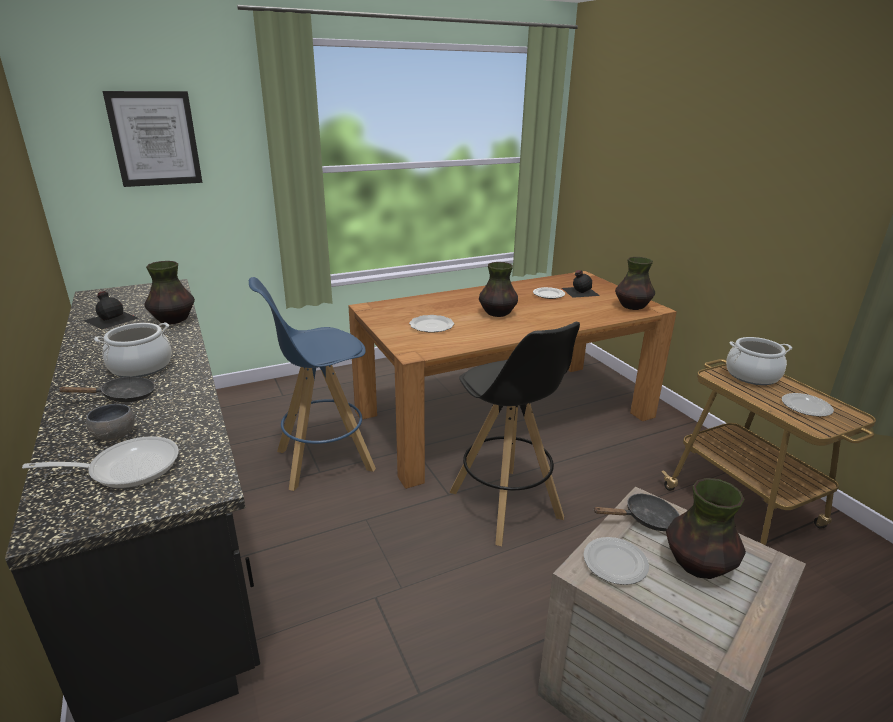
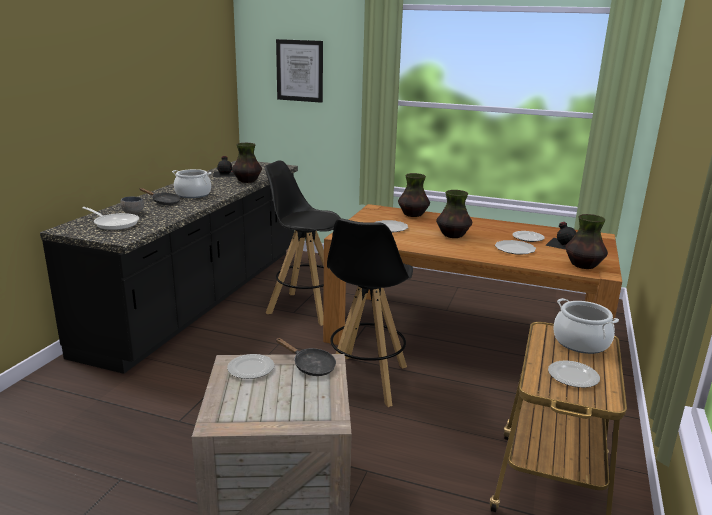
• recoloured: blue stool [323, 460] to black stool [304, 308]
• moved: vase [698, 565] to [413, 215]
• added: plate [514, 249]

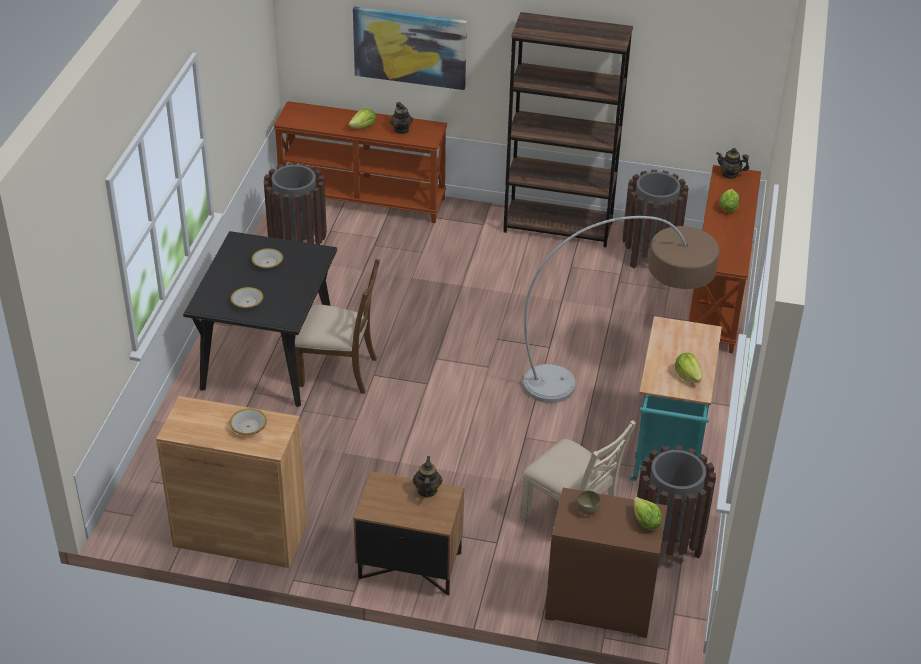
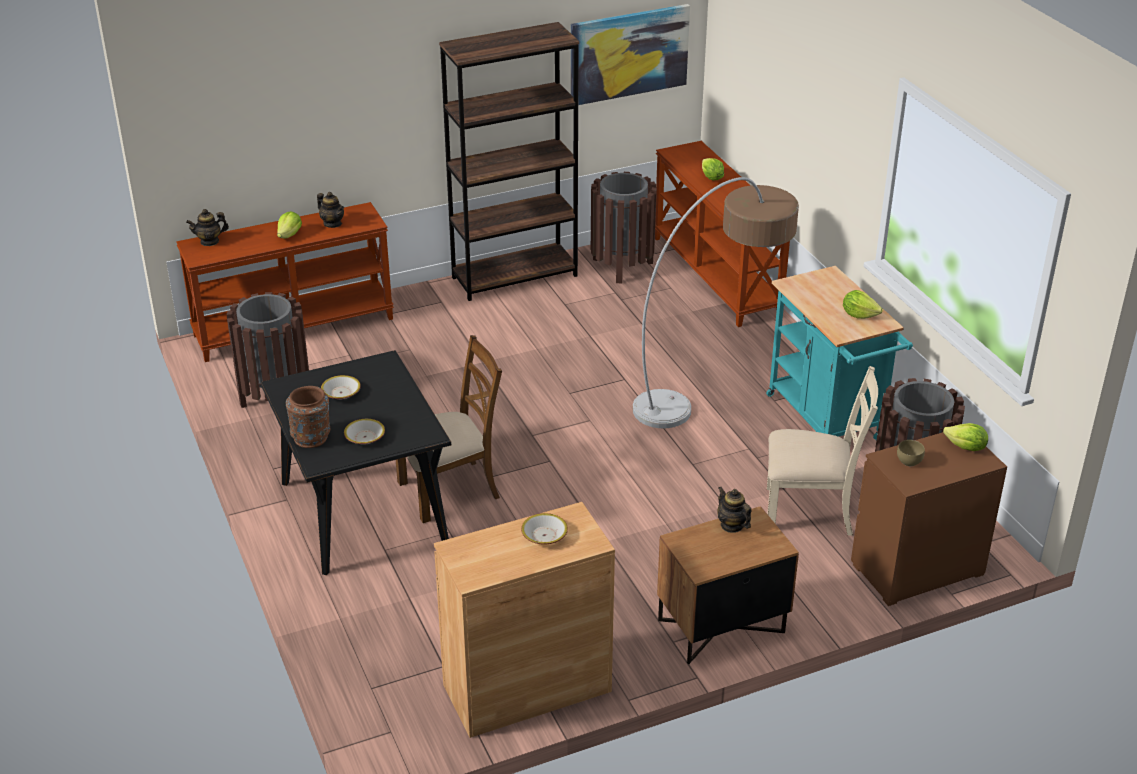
• moved: picture [410, 47] to [629, 54]
• moved: teapot [730, 174] to [209, 241]
• added: brown vase [311, 438]

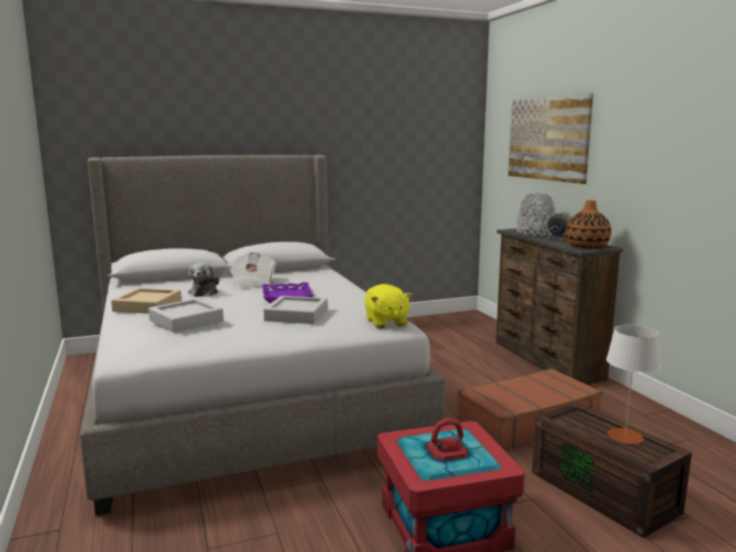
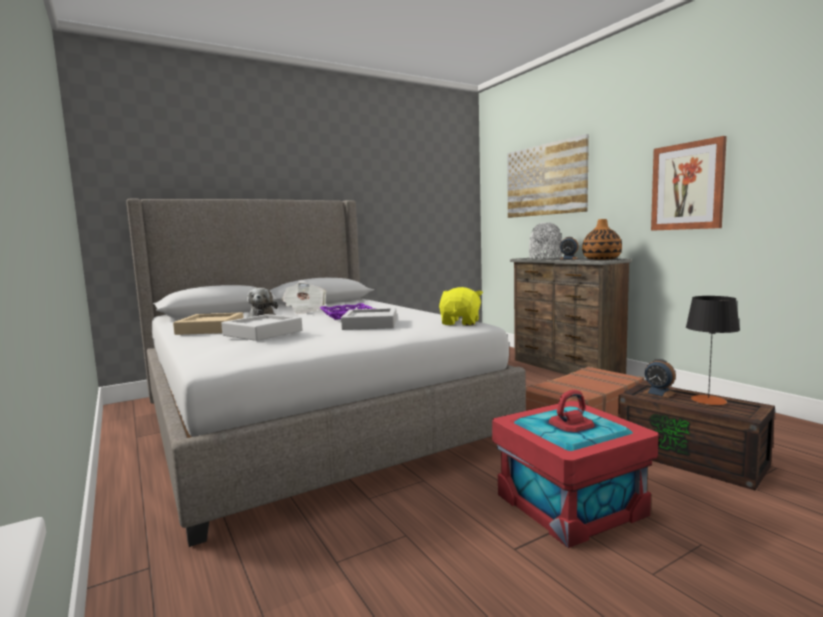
• turned: yellow plush toy [386, 322] = [461, 323] 135 degrees counterclockwise
• recoloured: white table lamp [625, 436] to black table lamp [708, 400]
• added: picture [687, 186]
• added: alarm clock [659, 393]

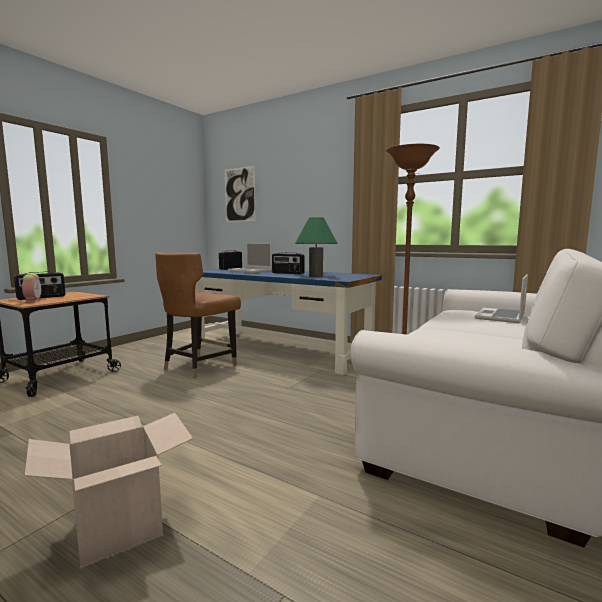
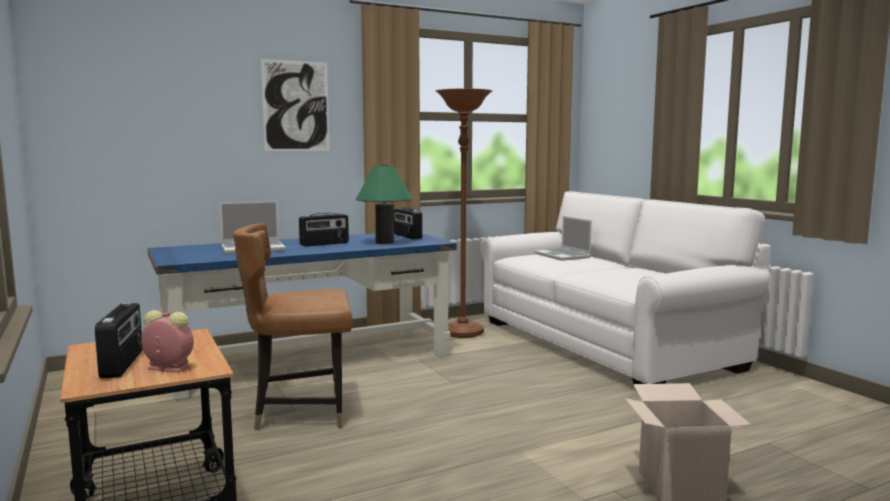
• moved: picture [239, 194] to [296, 106]
• moved: radio [230, 268] to [407, 236]
• turned: brown chair [199, 366] = [300, 411] 105 degrees clockwise

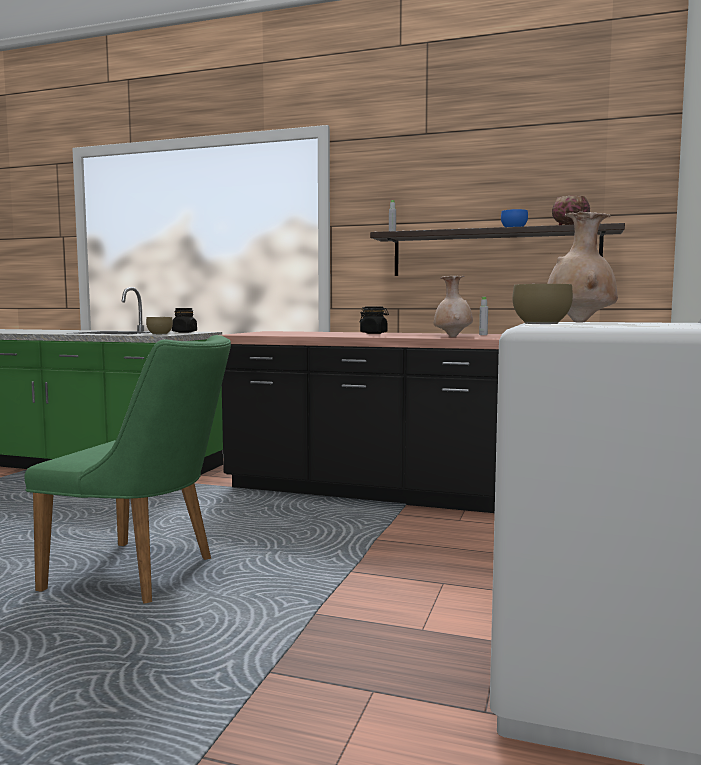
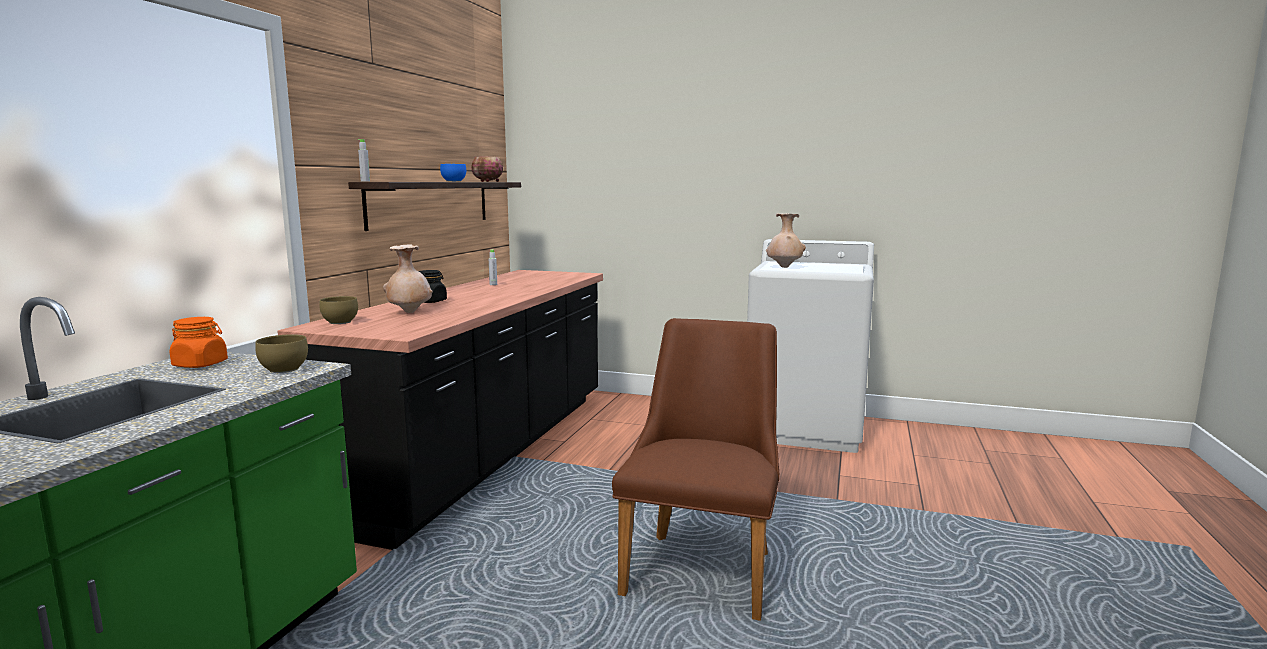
• moved: beige vase [452, 336] to [409, 312]
• moved: brown bowl [540, 324] to [341, 322]
• recoloured: black jar [184, 332] to orange jar [200, 364]
• recoloured: green chair [145, 575] to brown chair [704, 566]

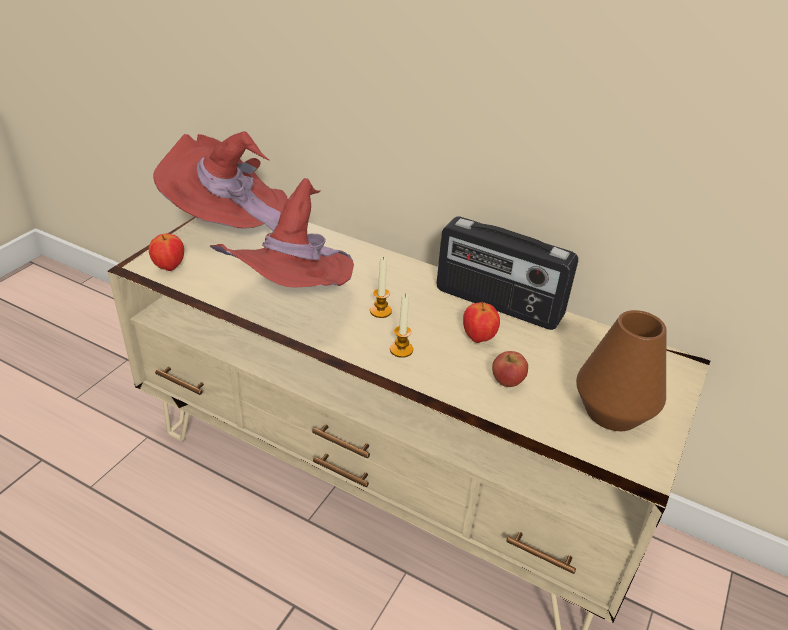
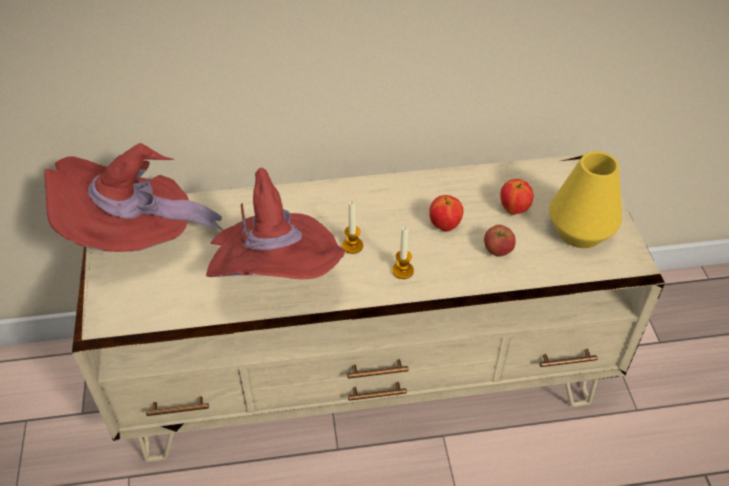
• removed: radio [497, 304]
• moved: apple [169, 267] to [513, 209]
• recoloured: brown vase [613, 411] to yellow vase [580, 232]

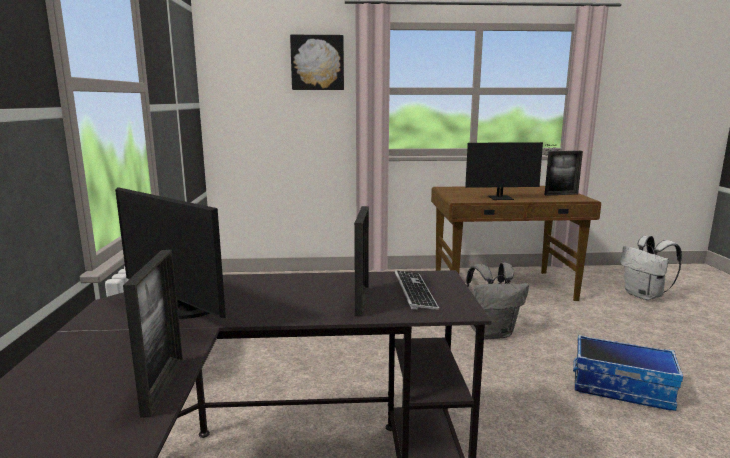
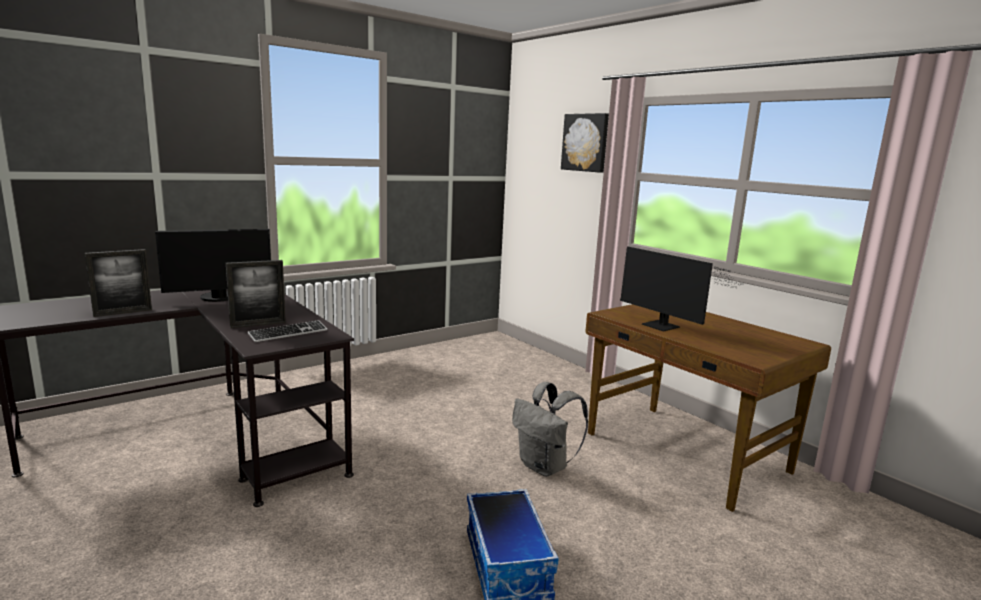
• removed: picture frame [561, 194]
• turned: monitor [185, 309] = [219, 298] 120 degrees counterclockwise
• removed: white backpack [645, 296]

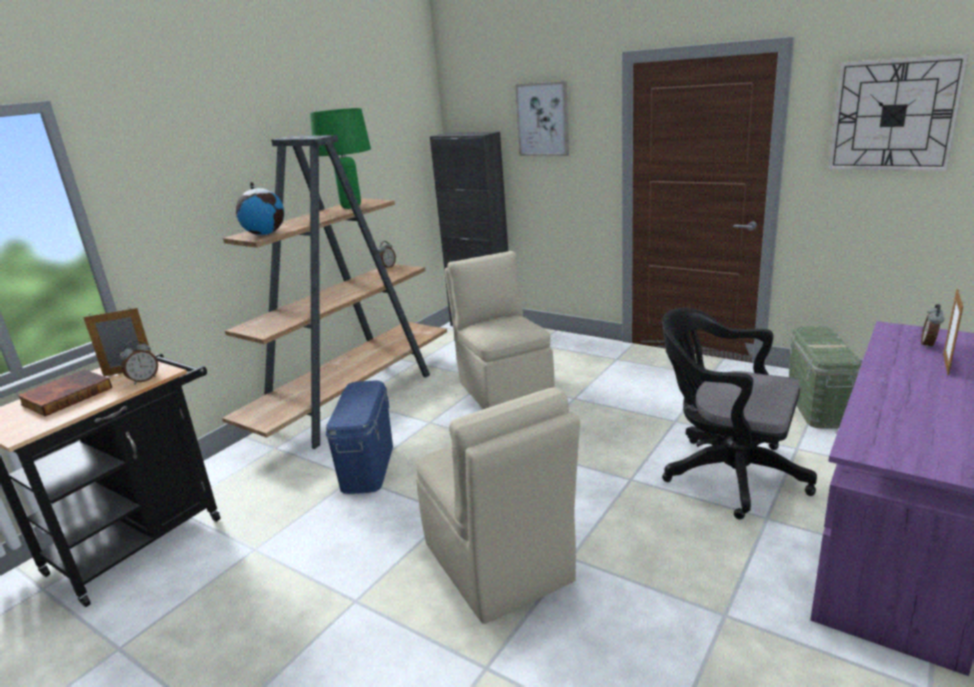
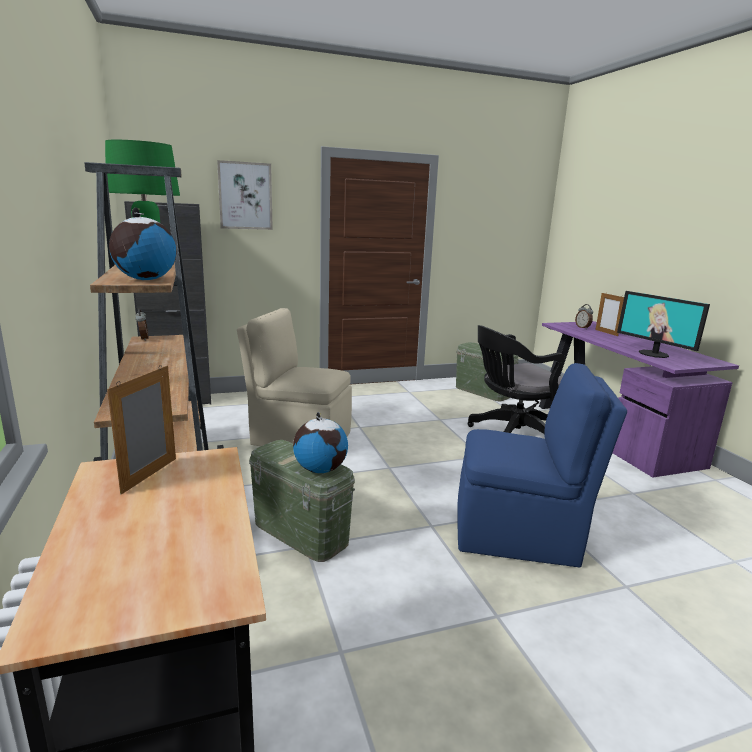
• removed: wall clock [893, 115]
• removed: alarm clock [144, 380]
• removed: book [67, 395]
• recoloured: blue storage box [367, 466] to green storage box [300, 532]
• recoloured: beige chair [499, 565] to blue chair [519, 534]
• added: monitor [654, 354]
• added: globe [320, 469]

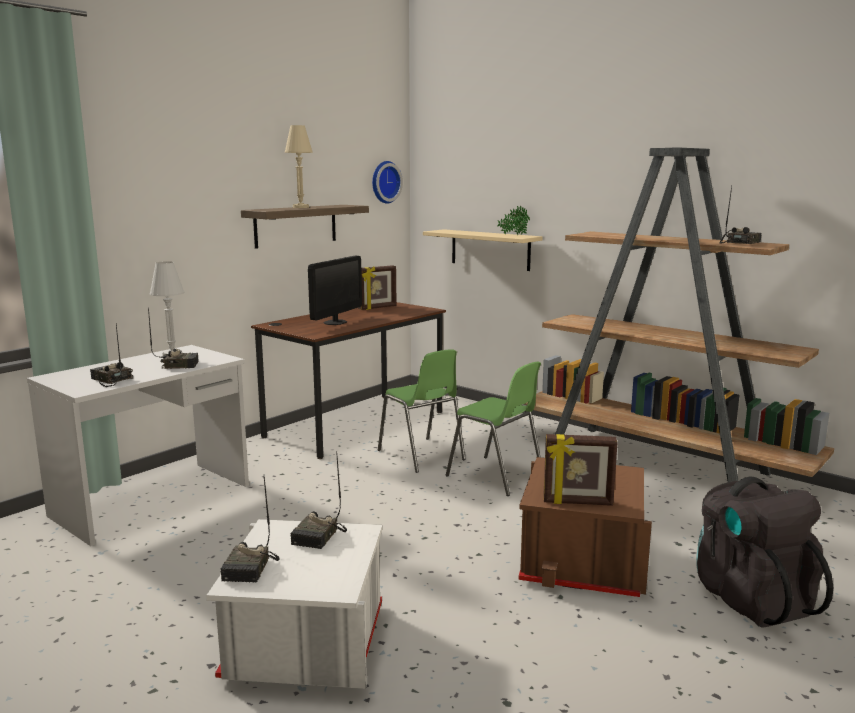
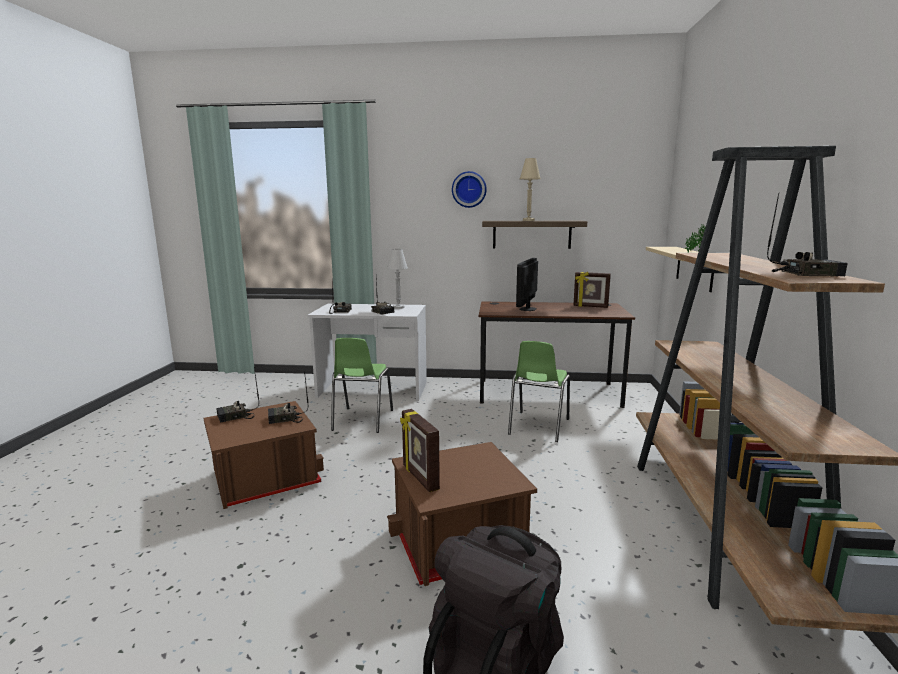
• moved: wall clock [384, 182] to [469, 189]
• turned: monitor [335, 322] = [527, 309] 120 degrees clockwise
• moved: green chair [496, 476] to [362, 420]
• recoloured: white storage box [303, 644] to brown storage box [264, 478]

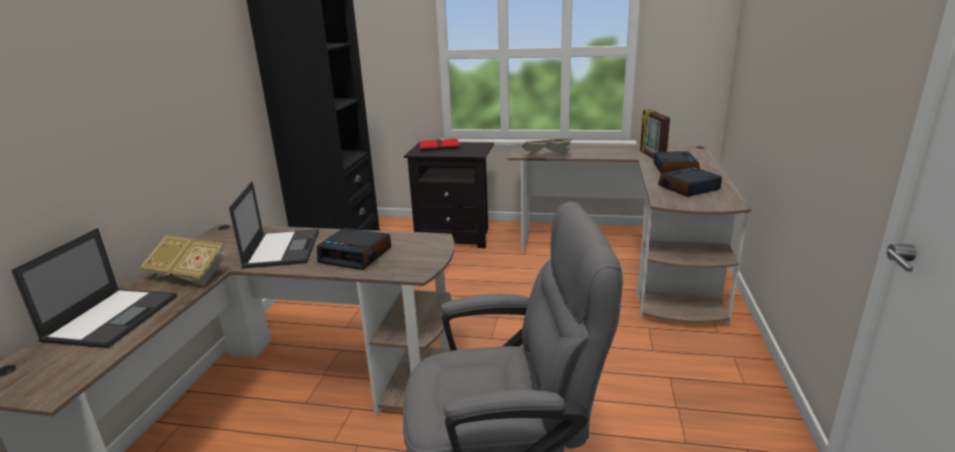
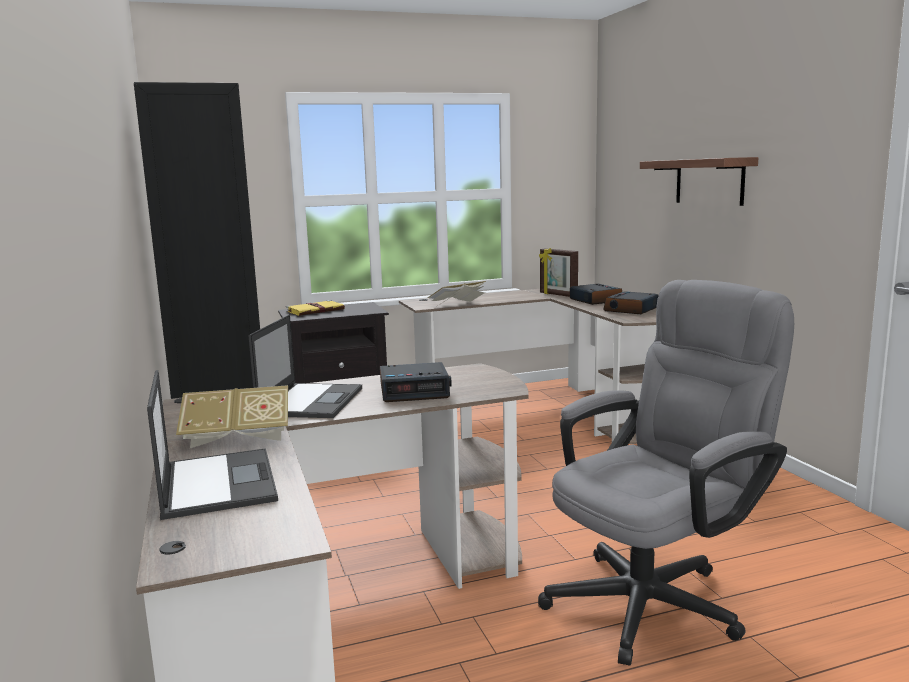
• recoloured: red book [440, 147] to yellow book [316, 310]
• turned: laptop [282, 248] = [311, 401] 45 degrees clockwise
• added: shelf [709, 181]

